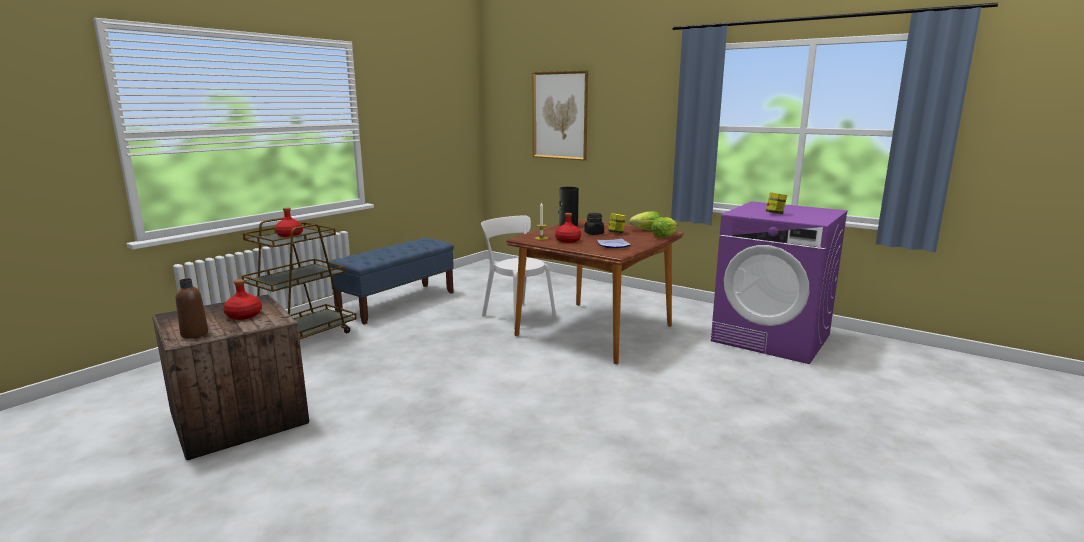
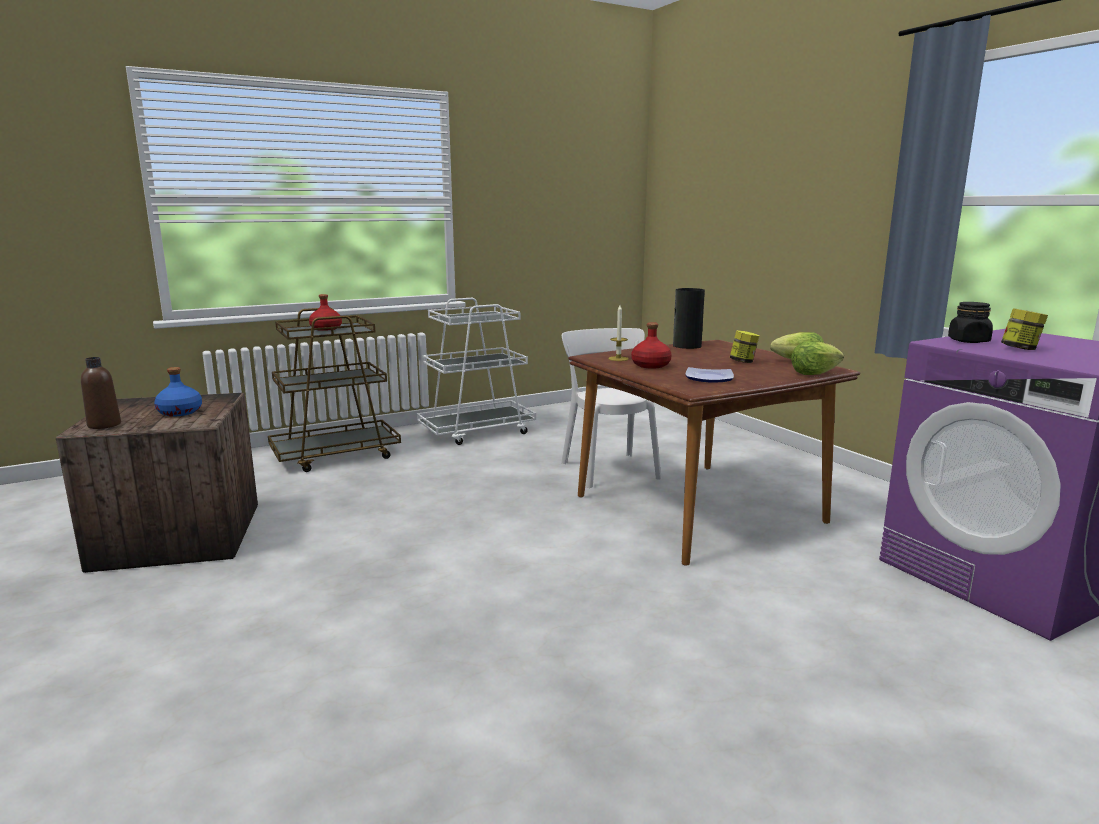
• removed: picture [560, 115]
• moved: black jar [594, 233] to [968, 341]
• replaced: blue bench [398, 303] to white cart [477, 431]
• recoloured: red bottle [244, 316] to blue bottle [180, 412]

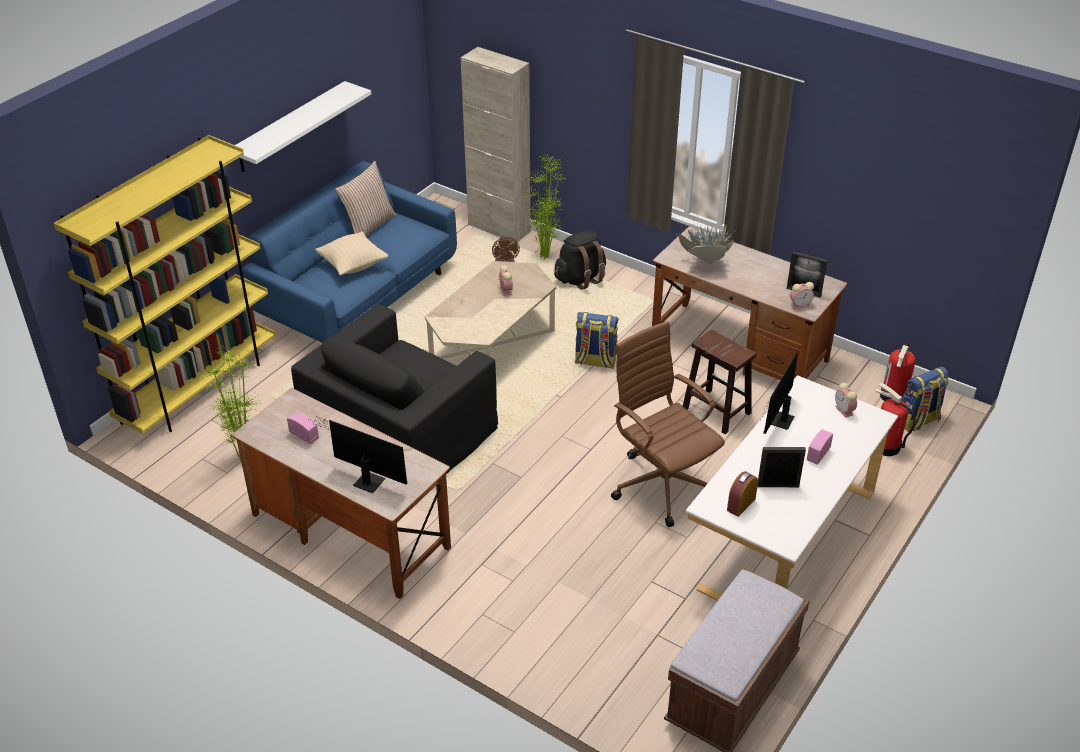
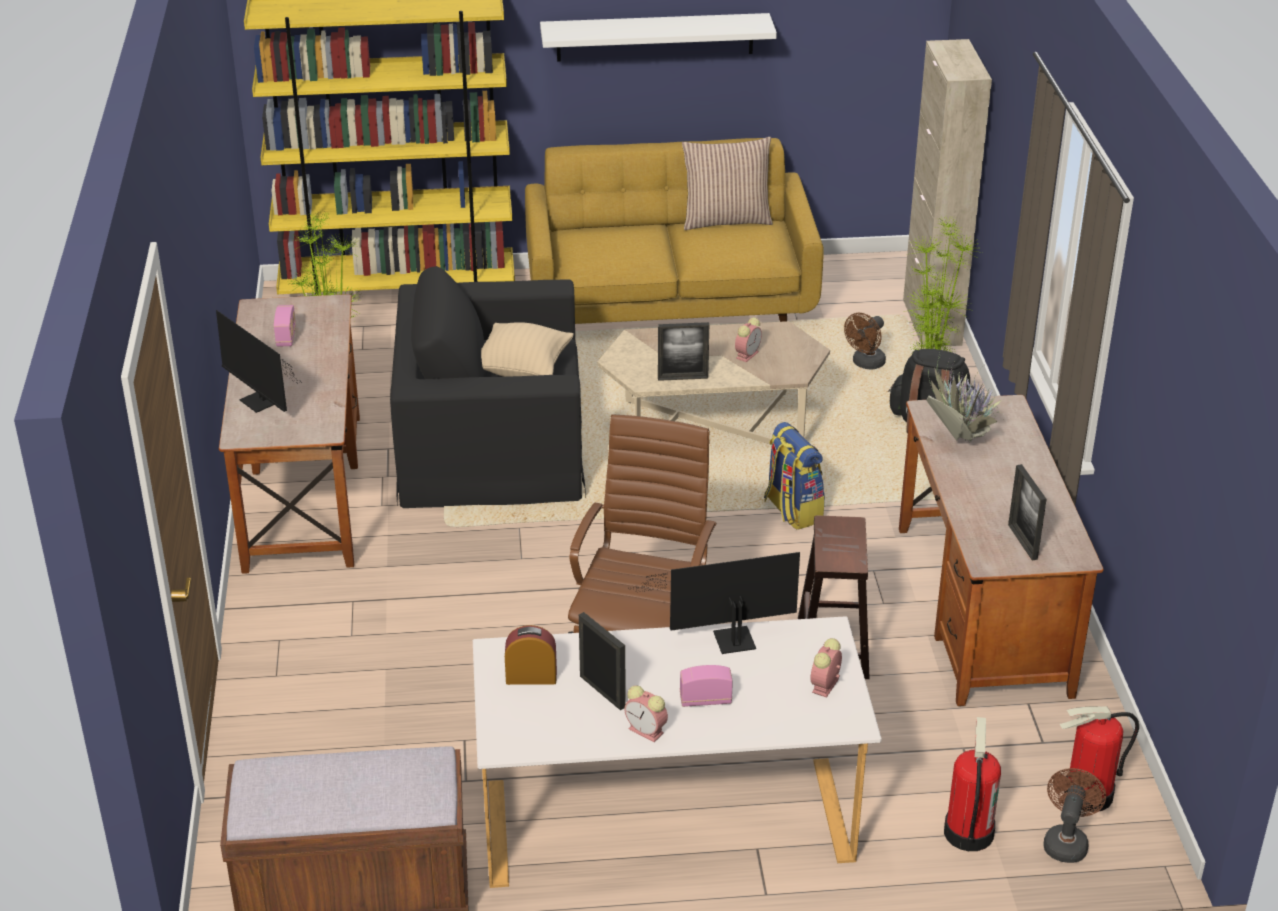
• recoloured: blue sofa [358, 295] to yellow sofa [670, 301]
• moved: beige pillow [353, 265] to [523, 370]
• moved: alarm clock [800, 305] to [647, 731]
• replaced: backpack [917, 421] to brown fan [1066, 841]
• turned: monitor [366, 480] = [262, 403] 150 degrees clockwise
• added: picture frame [682, 378]

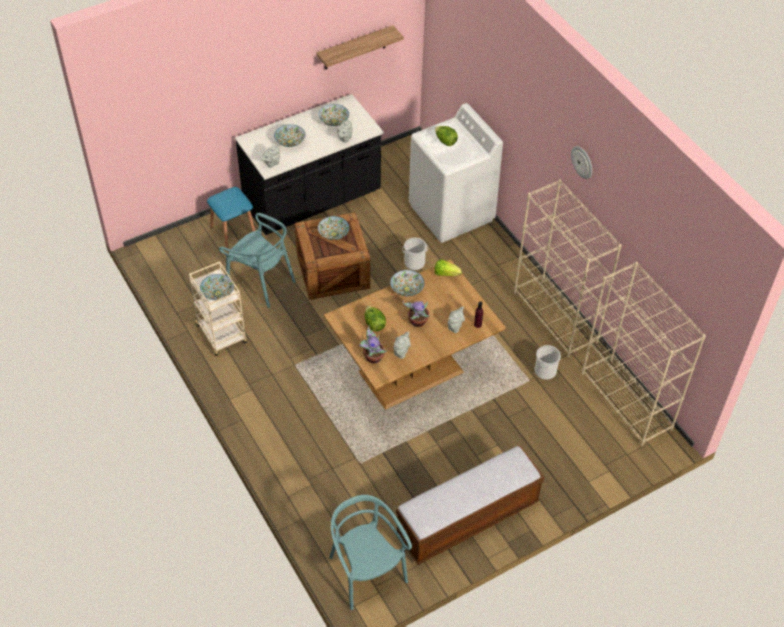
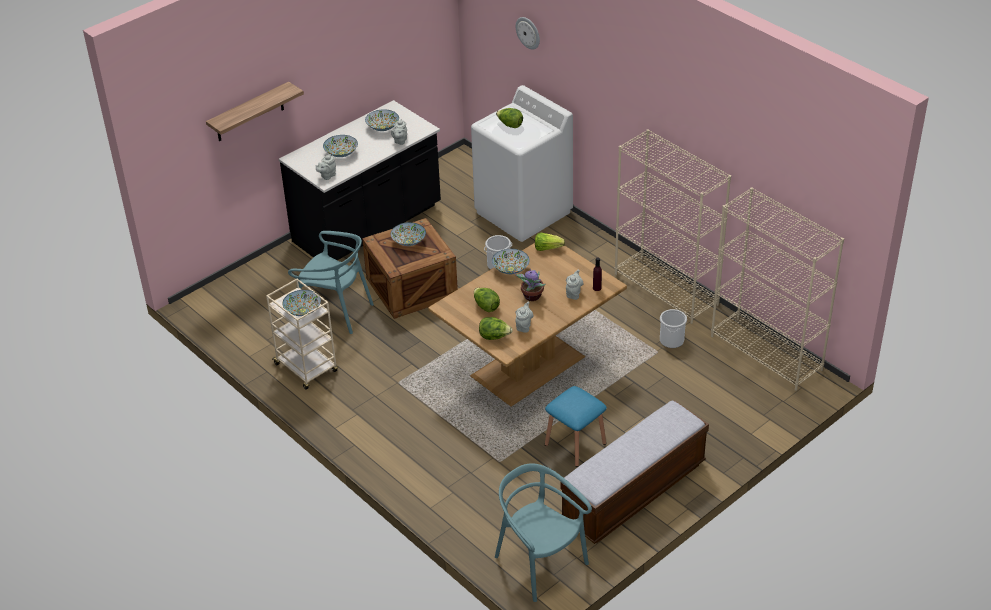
• moved: shelf [355, 48] to [249, 113]
• moved: wall clock [582, 162] to [528, 32]
• moved: blue stool [233, 231] to [575, 444]
• replaced: potted plant [372, 357] to lettuce [494, 337]

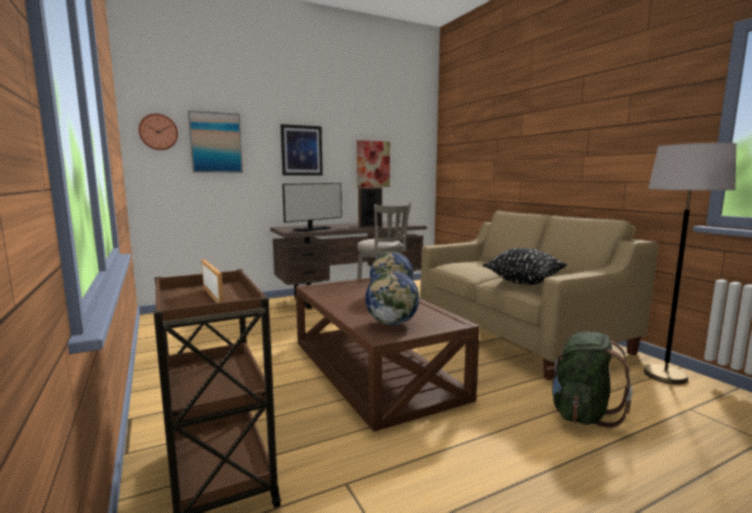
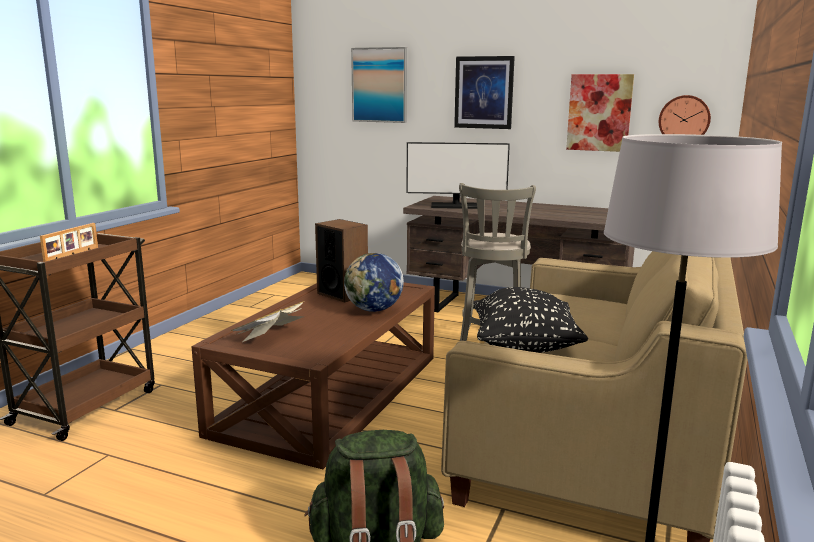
• moved: wall clock [158, 132] to [684, 119]
• moved: speaker [369, 226] to [342, 294]
• replaced: globe [392, 323] to book [271, 336]

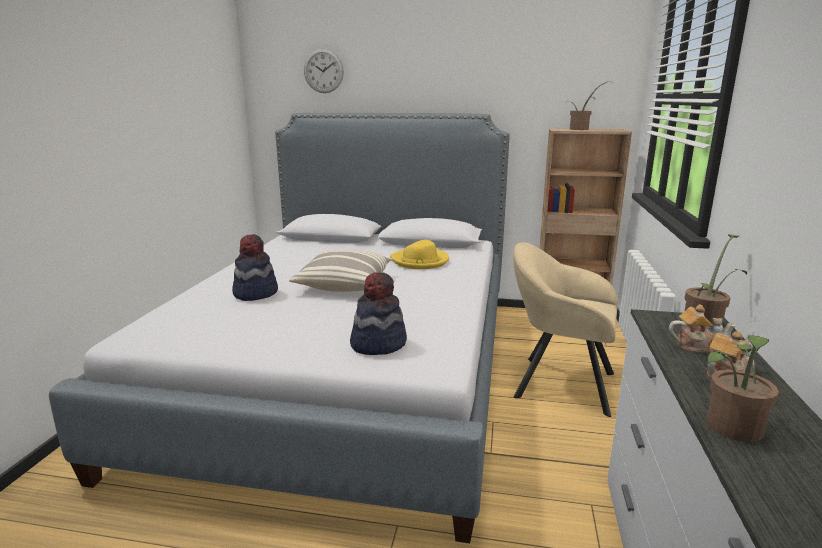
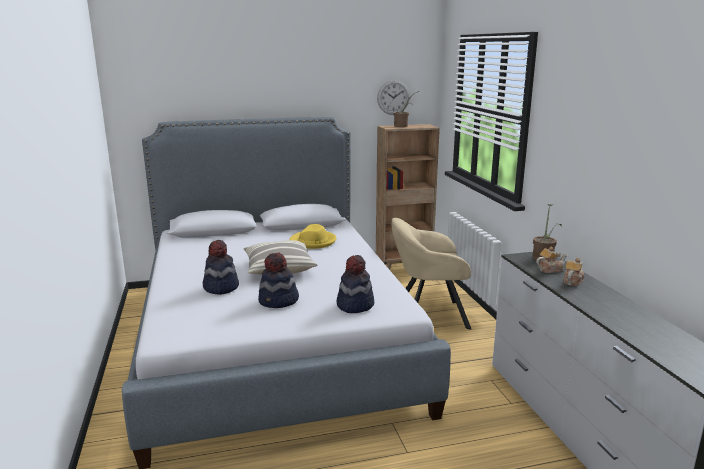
• moved: wall clock [323, 71] to [393, 97]
• removed: potted plant [731, 430]
• added: hat [278, 301]

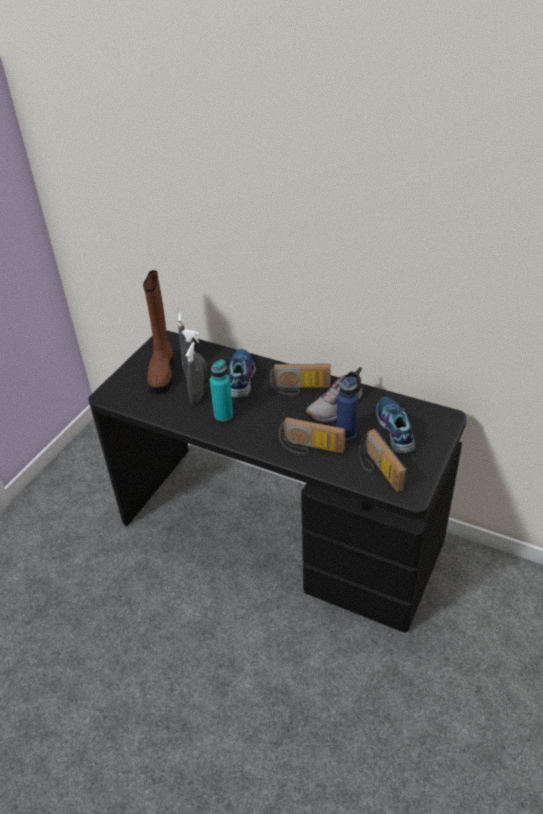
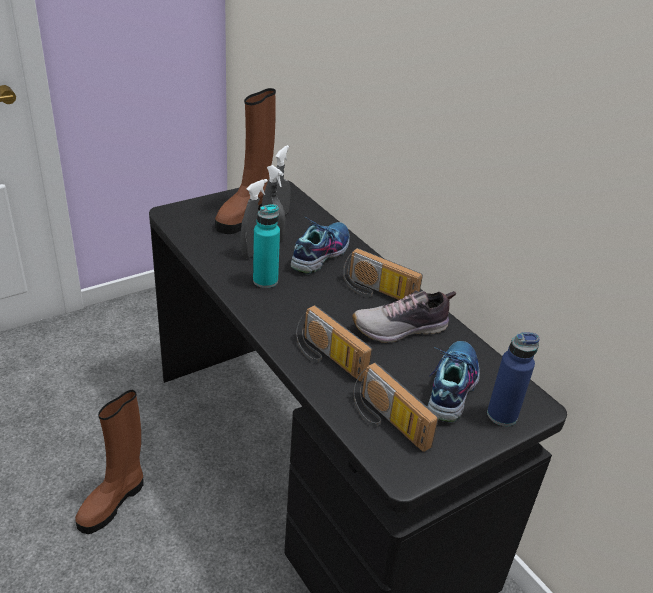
• moved: blue bottle [346, 433] to [502, 415]
• turned: radio [378, 470] = [386, 422] 45 degrees counterclockwise
• added: brown boot [113, 501]

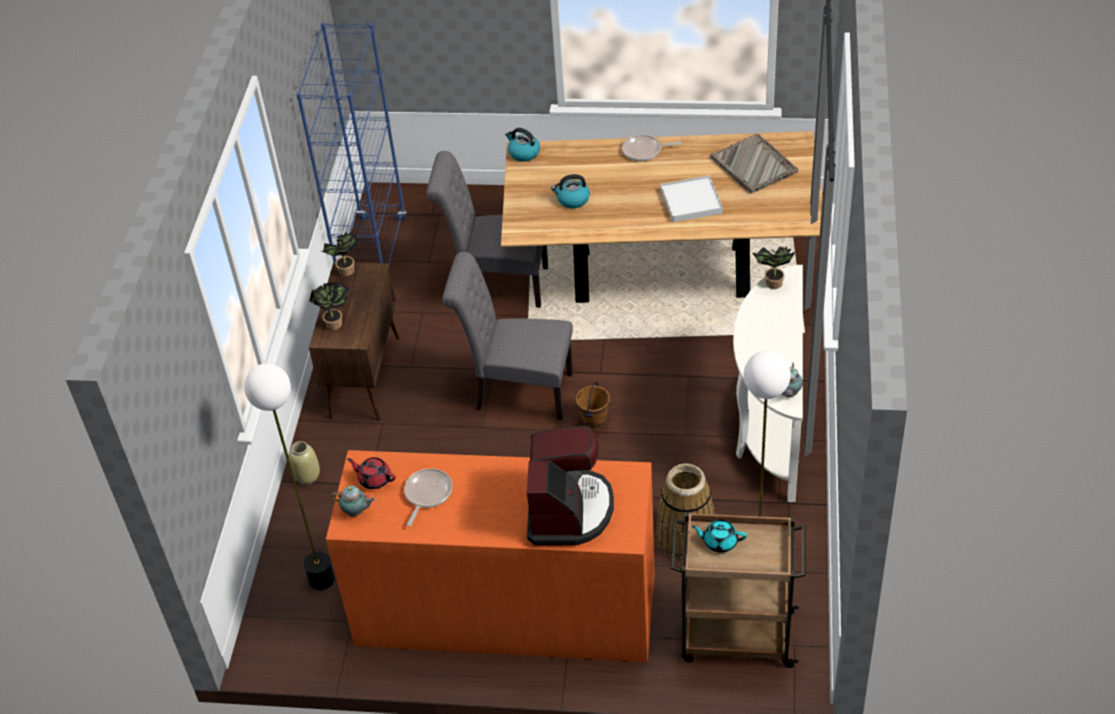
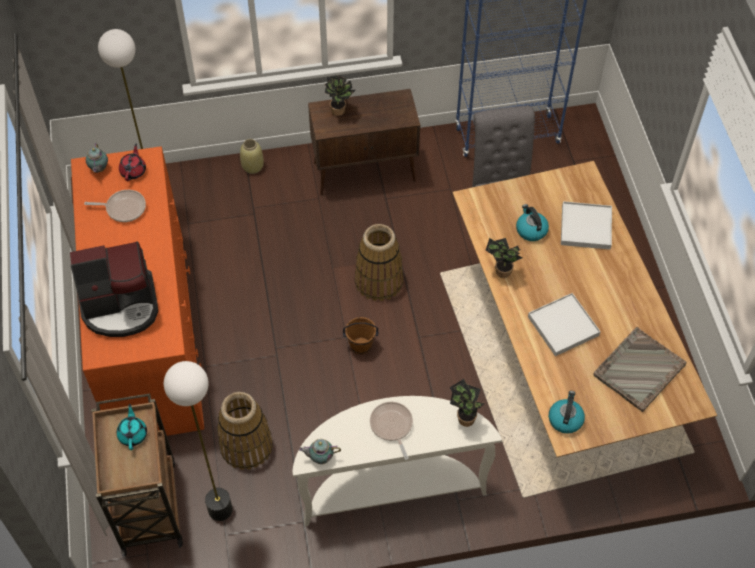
• moved: kettle [523, 153] to [565, 419]
• moved: frying pan [644, 151] to [392, 426]
• moved: potted plant [345, 272] to [501, 272]
• replaced: grey chair [517, 391] to basket [379, 281]
• added: white tray [585, 227]

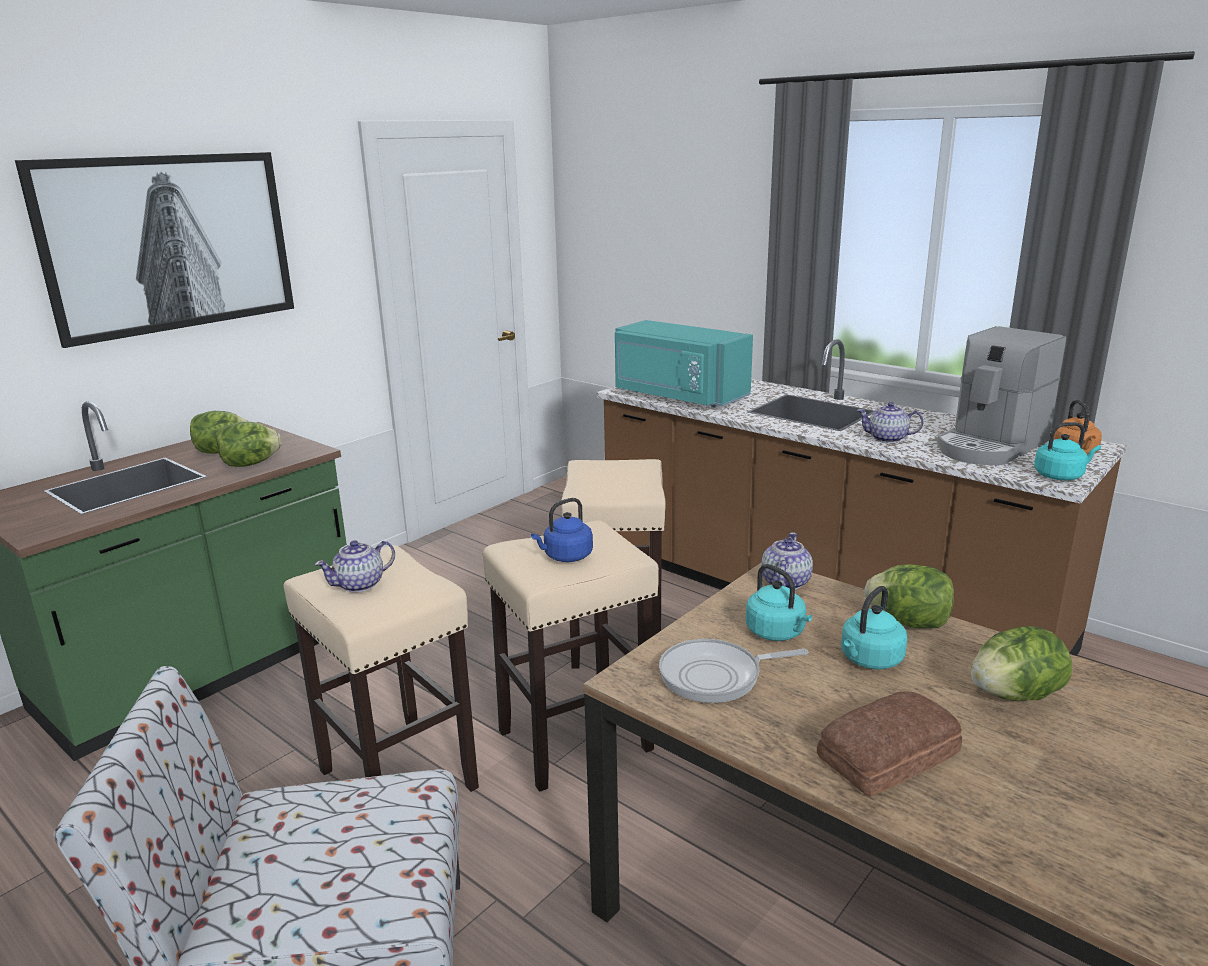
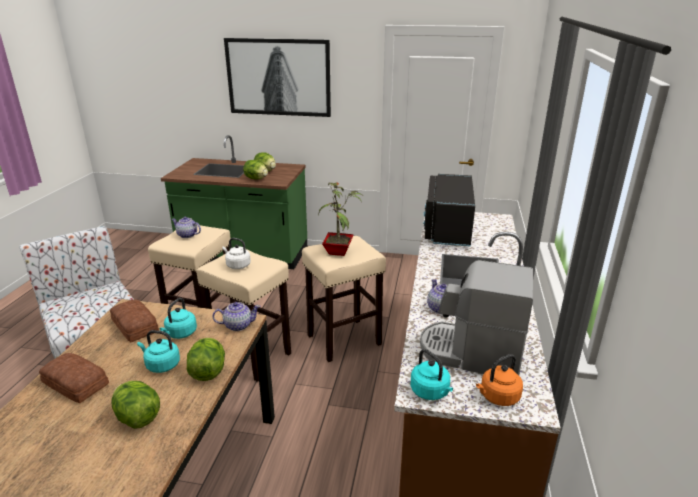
• recoloured: turquoise microwave [677, 396] to black microwave [446, 229]
• recoloured: blue kettle [566, 557] to white kettle [237, 265]
• replaced: frying pan [716, 676] to bread [134, 326]
• added: potted plant [339, 252]

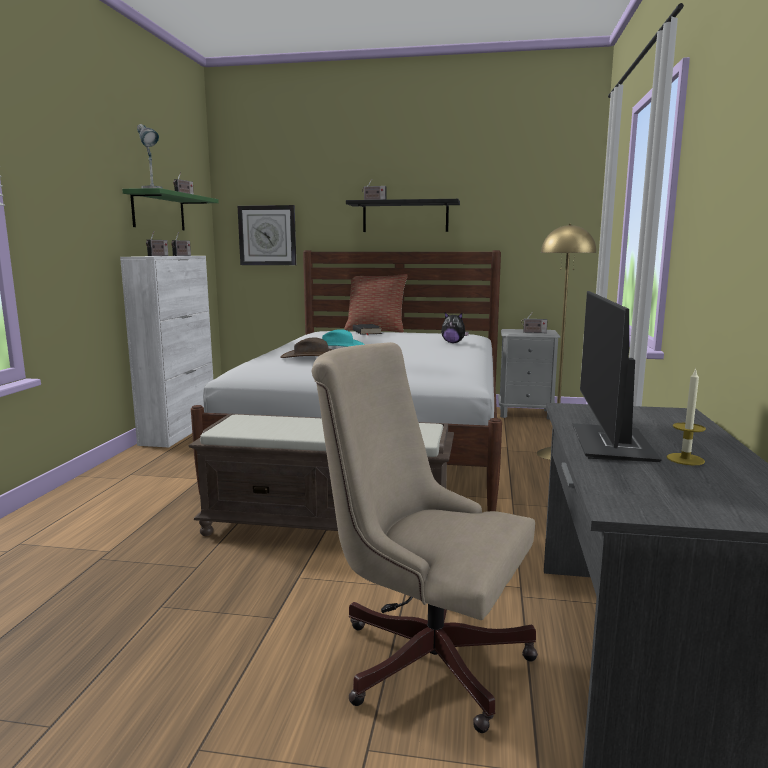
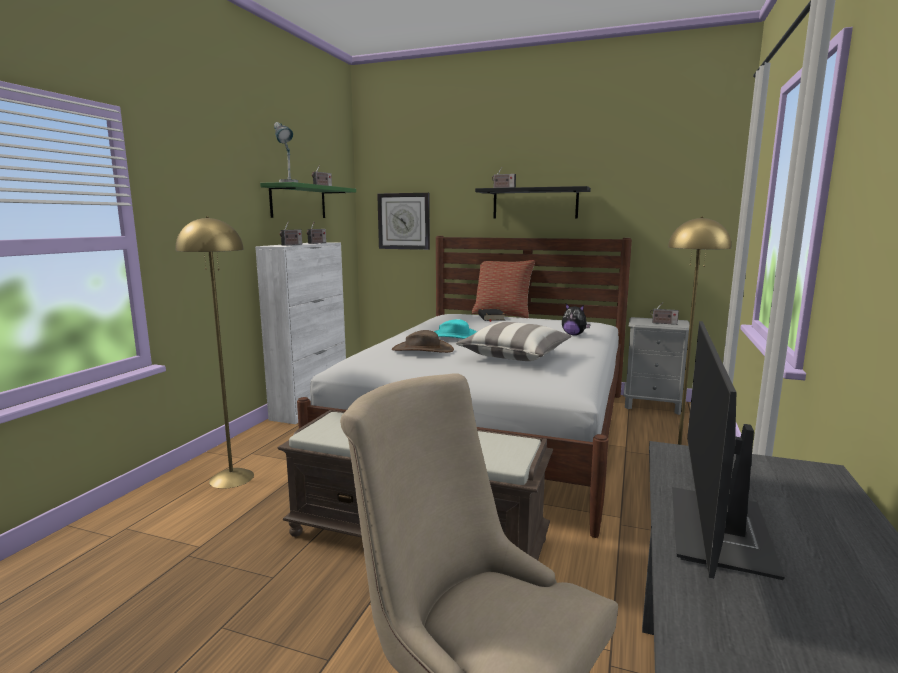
• removed: candle [685, 459]
• added: yellow floor lamp [232, 478]
• added: pillow [514, 356]

